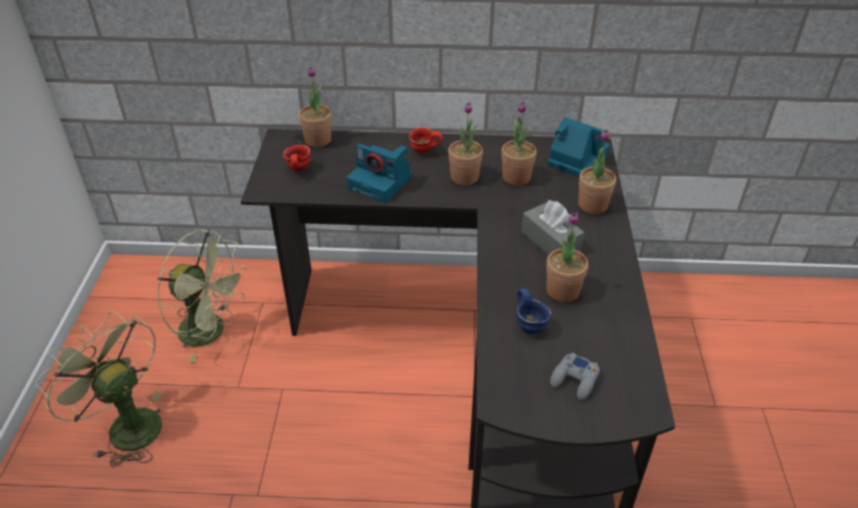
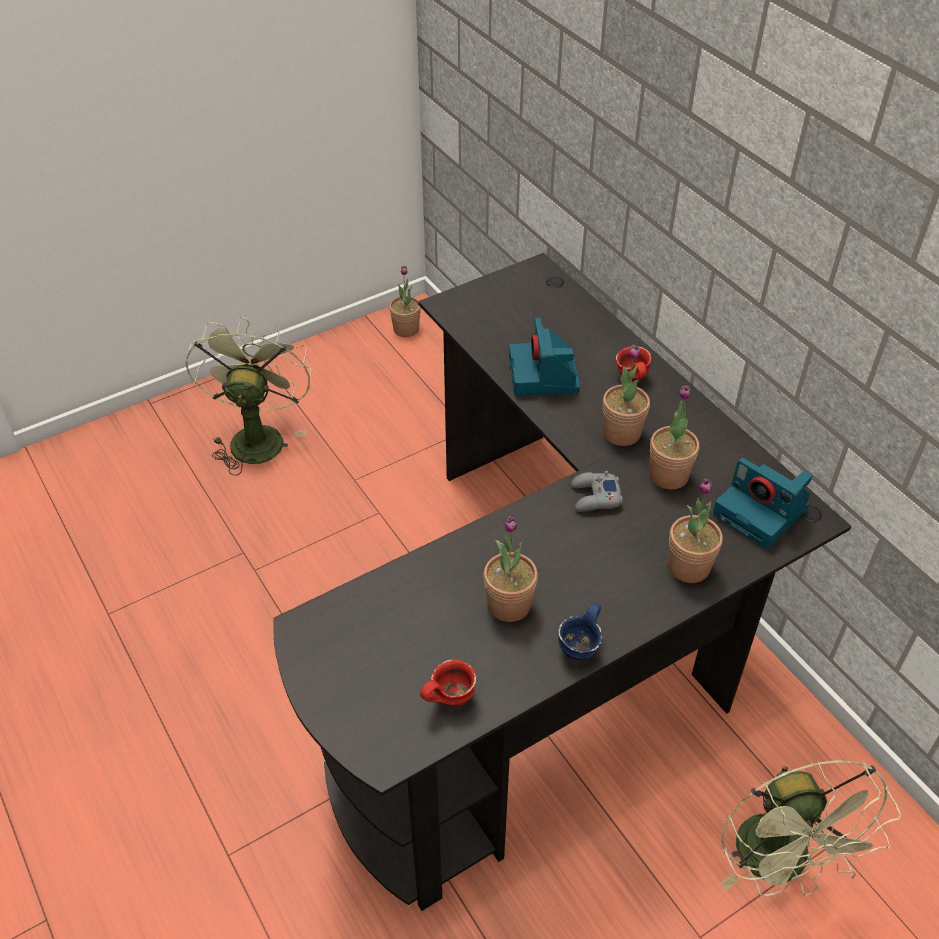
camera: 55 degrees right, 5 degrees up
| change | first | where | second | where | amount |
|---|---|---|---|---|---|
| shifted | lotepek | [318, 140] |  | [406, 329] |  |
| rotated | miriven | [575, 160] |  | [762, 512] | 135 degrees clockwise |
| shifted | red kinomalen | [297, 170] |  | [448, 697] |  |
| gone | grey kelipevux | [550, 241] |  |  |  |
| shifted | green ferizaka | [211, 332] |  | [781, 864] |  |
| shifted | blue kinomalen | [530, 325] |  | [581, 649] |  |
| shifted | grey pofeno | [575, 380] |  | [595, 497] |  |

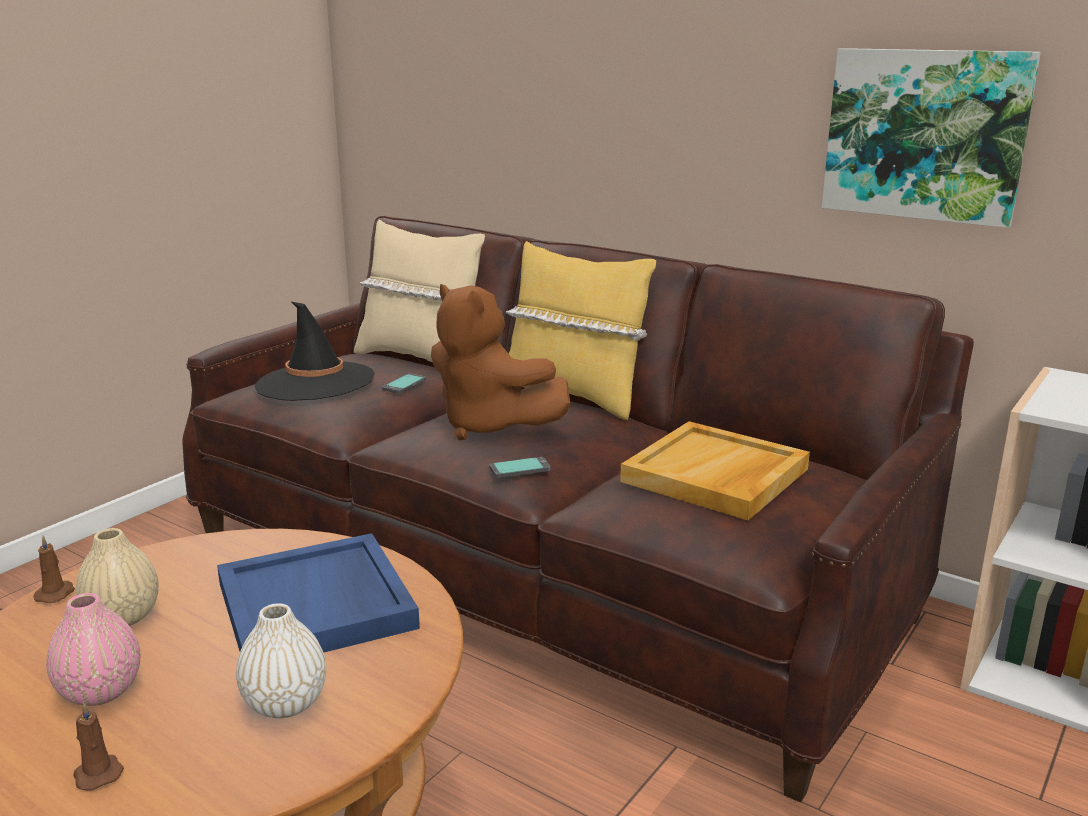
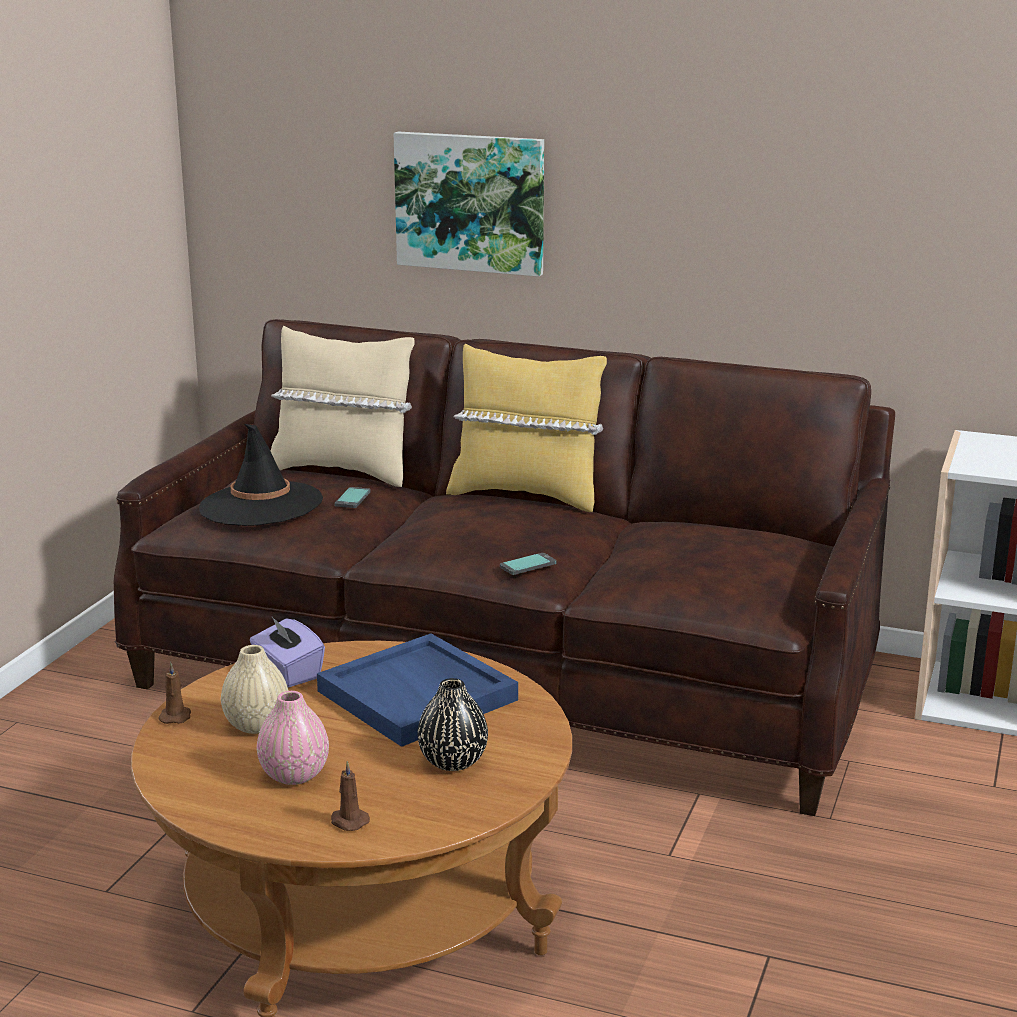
camera: 15 degrees left, 0 degrees up
| change | first | where | second | where | amount |
|---|---|---|---|---|---|
| shifted | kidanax | [925, 135] |  | [471, 202] |  |
| gone | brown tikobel | [489, 426] |  |  |  |
| gone | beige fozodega | [716, 476] |  |  |  |
| repainted | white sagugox | [285, 703] | black sagugox | [453, 761] |  |
| new |  |  | purple kelipevux | [287, 673] |  |

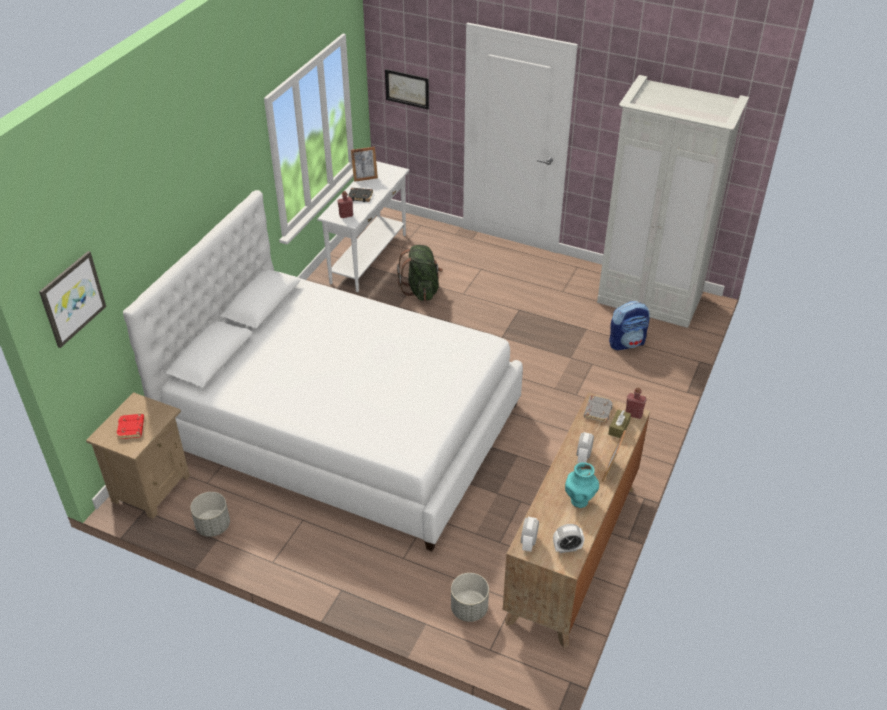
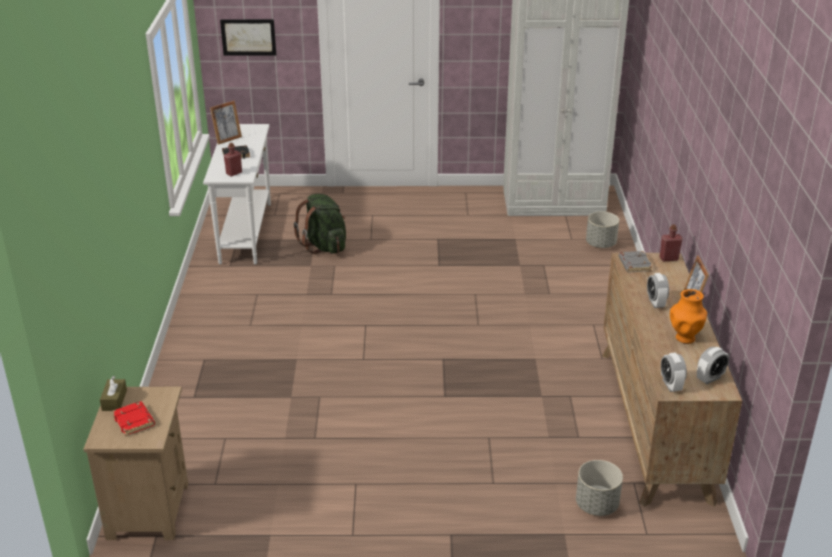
camera: 25 degrees left, 10 degrees down
| change | first | where | second | where | amount |
|---|---|---|---|---|---|
| gone | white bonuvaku | [342, 426] |  |  |  |
| gone | kidanax | [72, 298] |  |  |  |
| gone | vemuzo | [627, 343] |  |  |  |
| shifted | brown kelipevux | [619, 428] |  | [114, 400] |  |
| repainted | turquoise sagugox | [579, 500] | orange sagugox | [685, 338] |  |
| shifted | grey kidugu | [213, 526] |  | [600, 244] |  |

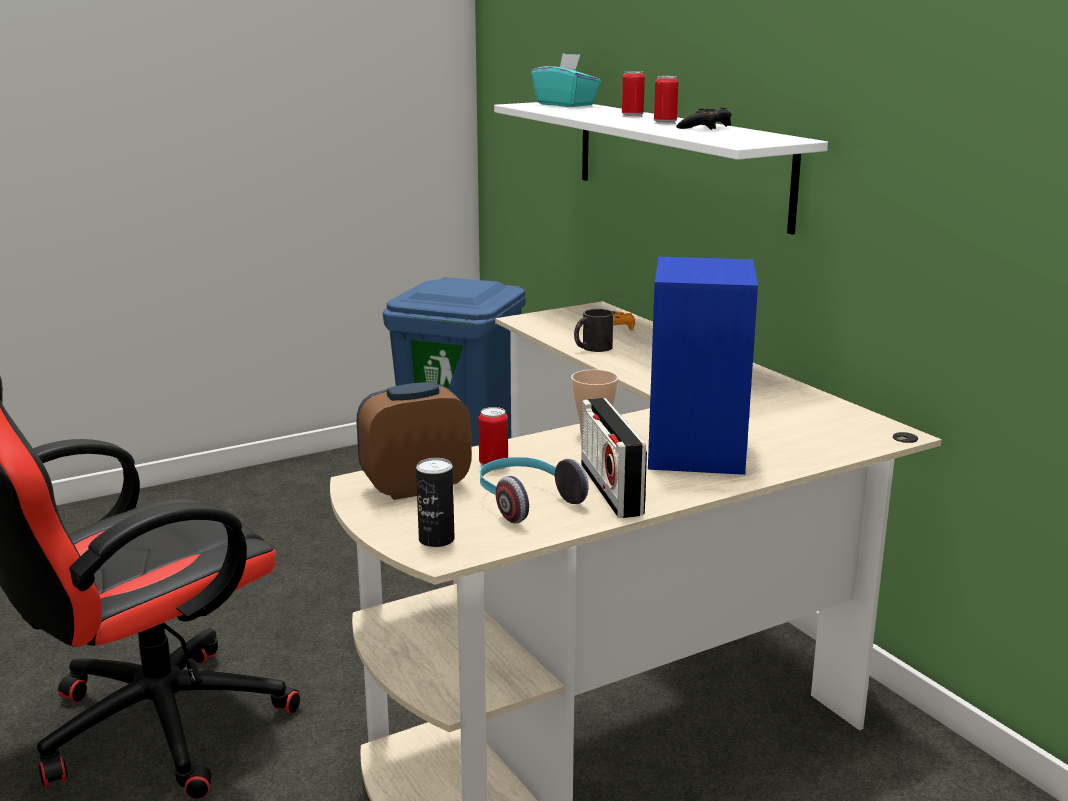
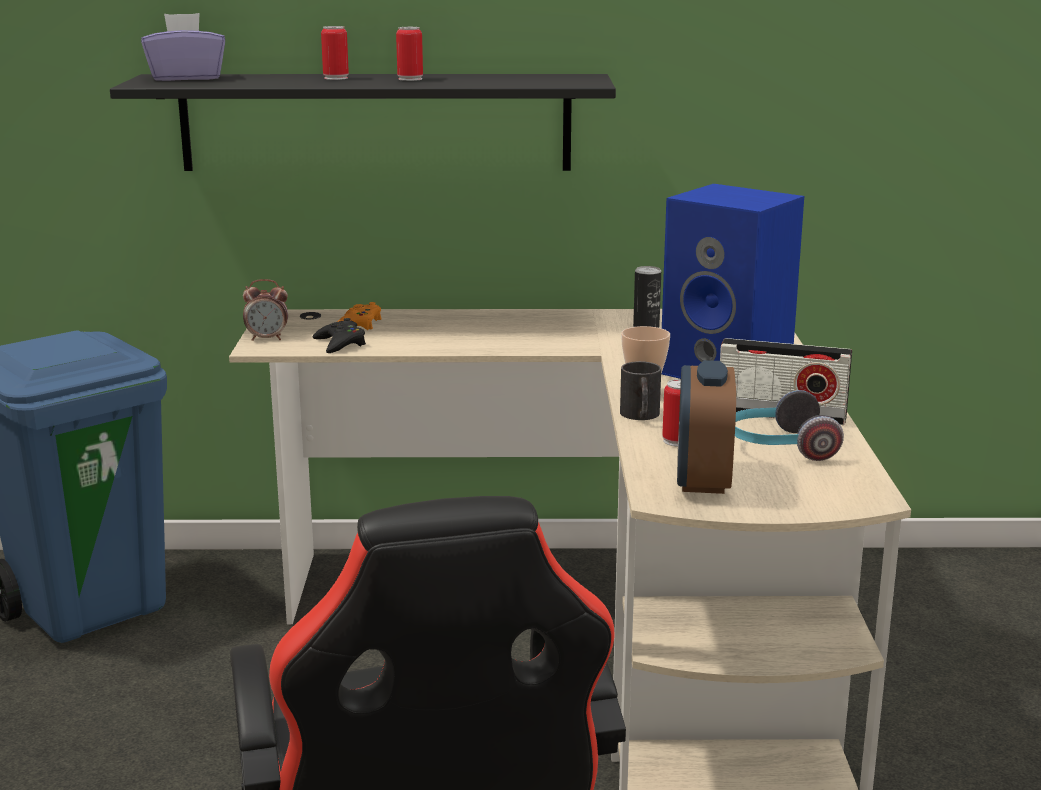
camera: 60 degrees left, 0 degrees up
| change | first | where | second | where | amount |
|---|---|---|---|---|---|
| repainted | turquoise kelipevux | [566, 104] | purple kelipevux | [186, 78] |  |
| repainted | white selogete | [678, 161] | black selogete | [376, 122] |  |
| shifted | black pofeno | [705, 127] |  | [340, 343] |  |
| shifted | black kinomalen | [592, 348] |  | [640, 416] |  |
| shifted | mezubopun | [436, 540] |  | [646, 327] |  |
| new |  |  | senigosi | [267, 338] |  |

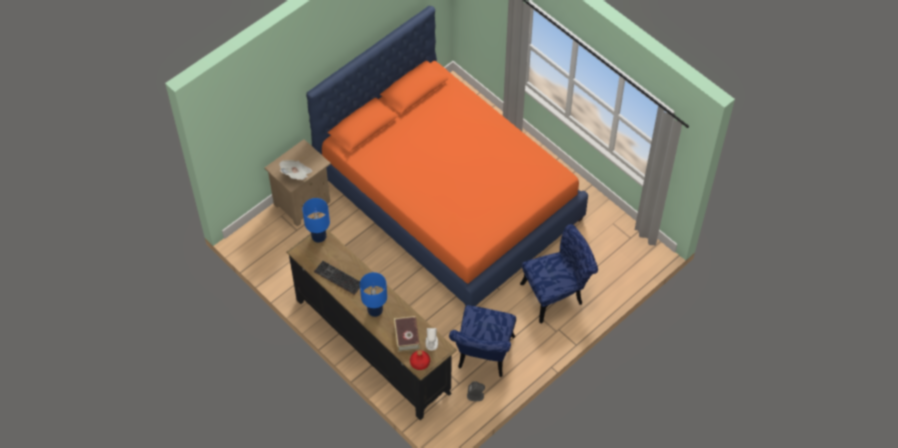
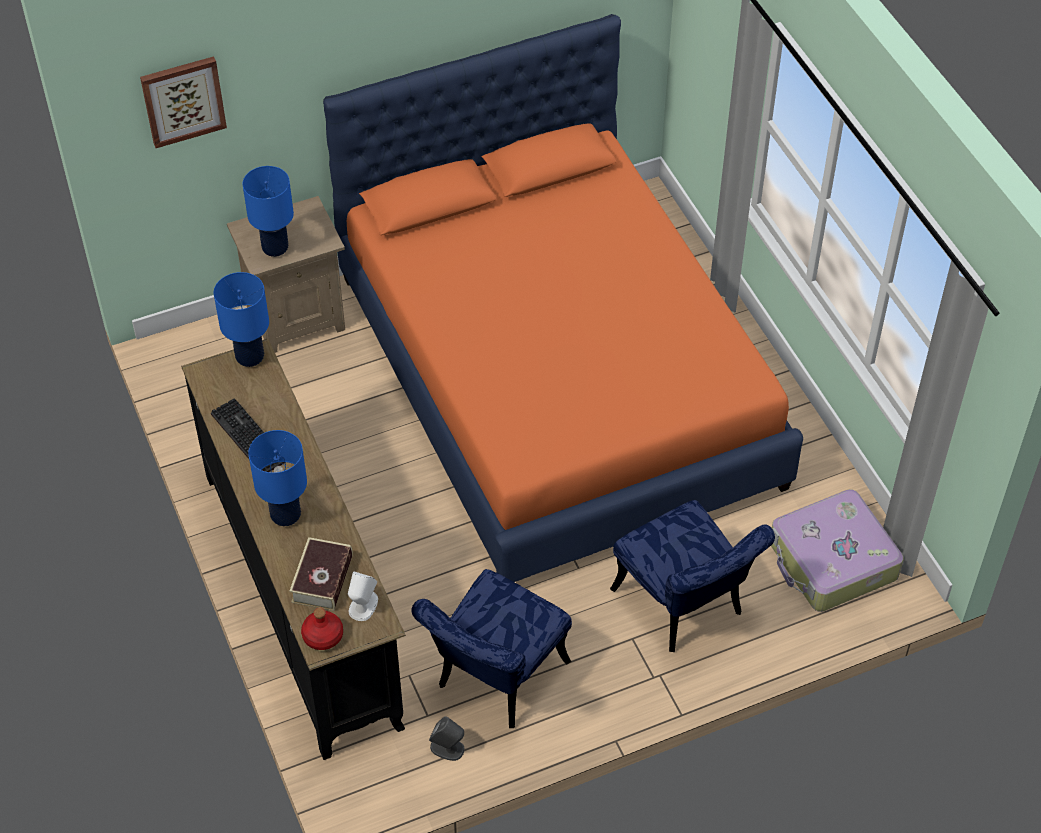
camera: 20 degrees right, 5 degrees down
| change | first | where | second | where | amount |
|---|---|---|---|---|---|
| swapped | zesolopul | [296, 174] | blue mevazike | [276, 249] |  |
| rotated | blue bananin | [557, 293] |  | [684, 608] | 60 degrees clockwise |
| new |  |  | kidanax | [183, 100] |  |
| new |  |  | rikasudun | [832, 562] |  |

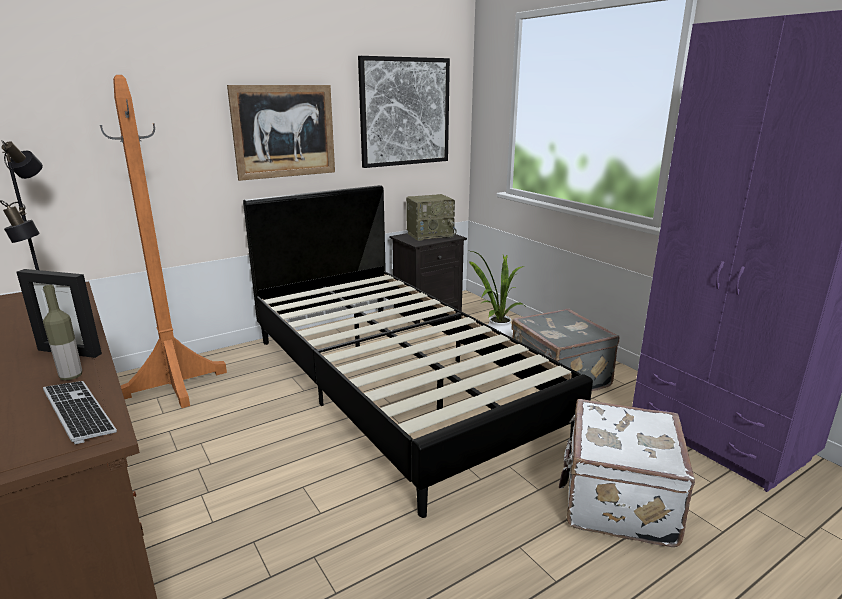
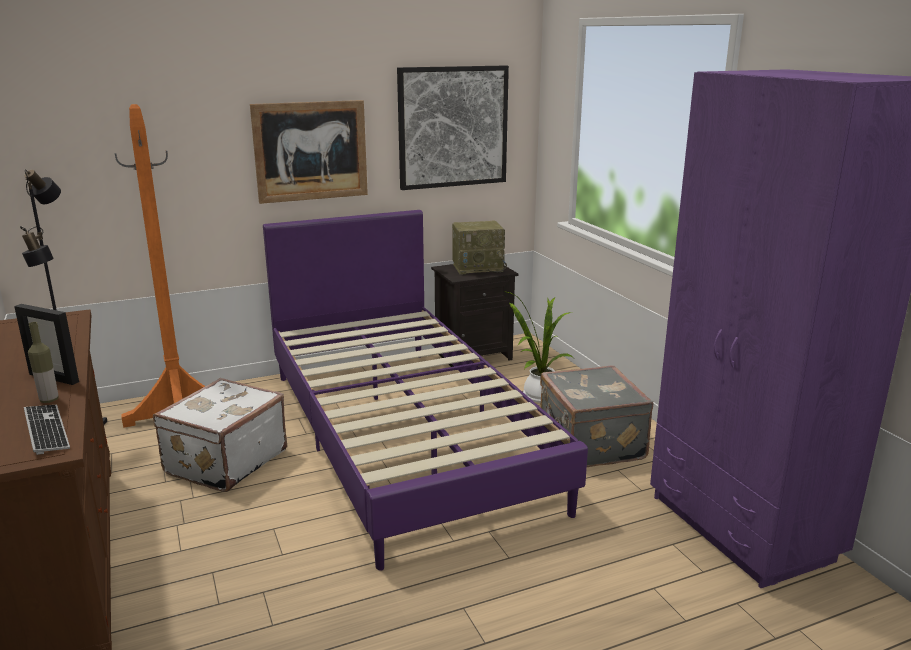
camera: 10 degrees right, 0 degrees up
| change | first | where | second | where | amount |
|---|---|---|---|---|---|
| repainted | black bonuvaku | [395, 384] | purple bonuvaku | [403, 435] |  |
| shifted | white rikasudun | [616, 500] |  | [224, 461] |  |

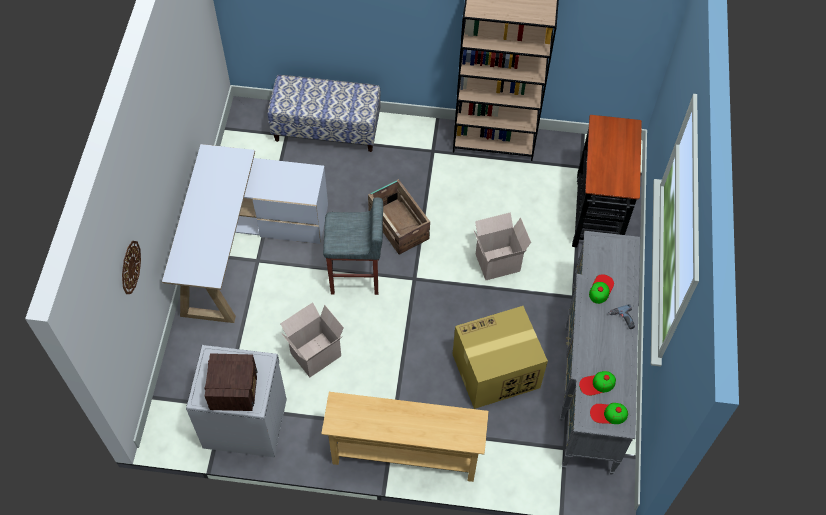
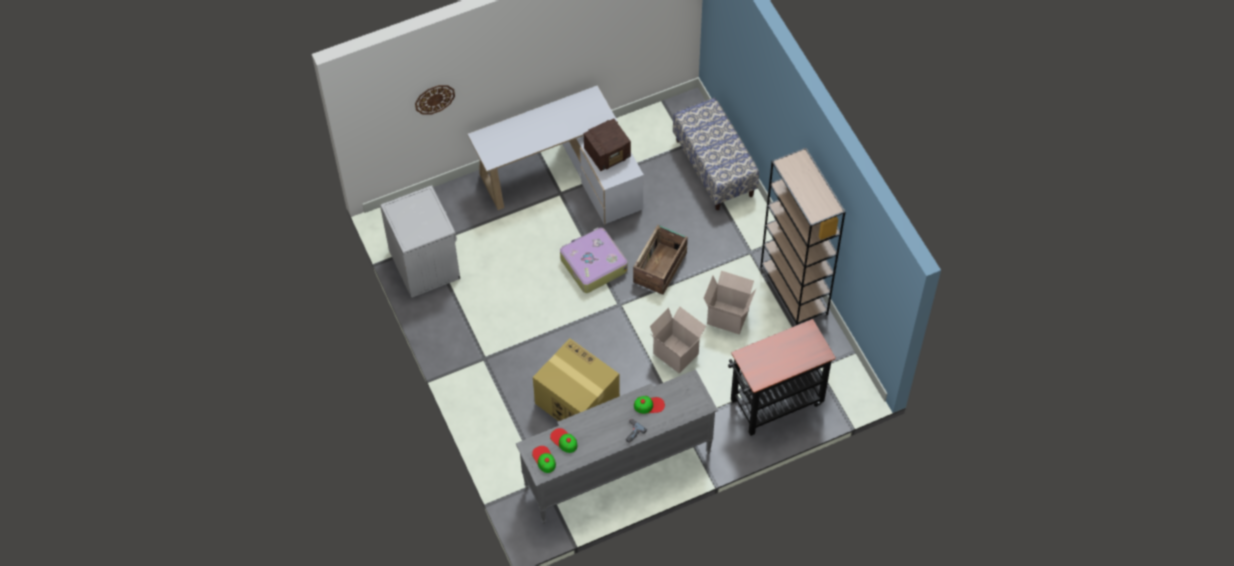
camera: 60 degrees right, 0 degrees up
| change | first | where | second | where | amount |
|---|---|---|---|---|---|
| swapped | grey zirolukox | [356, 276] | rikasudun | [593, 265] |  |
| shifted | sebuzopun | [315, 353] |  | [729, 316] |  |
| shifted | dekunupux | [234, 389] |  | [608, 153] |  |
| gone | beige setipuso | [404, 456] |  |  |  |

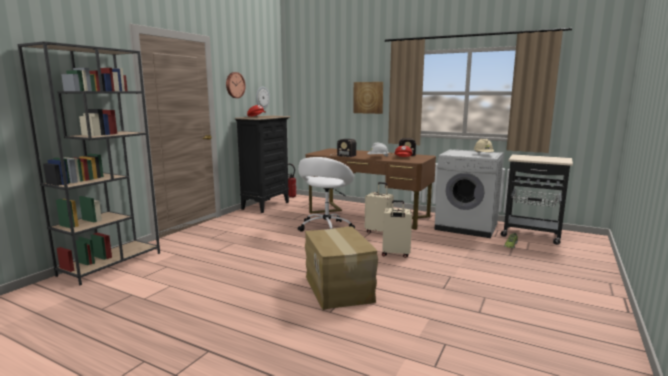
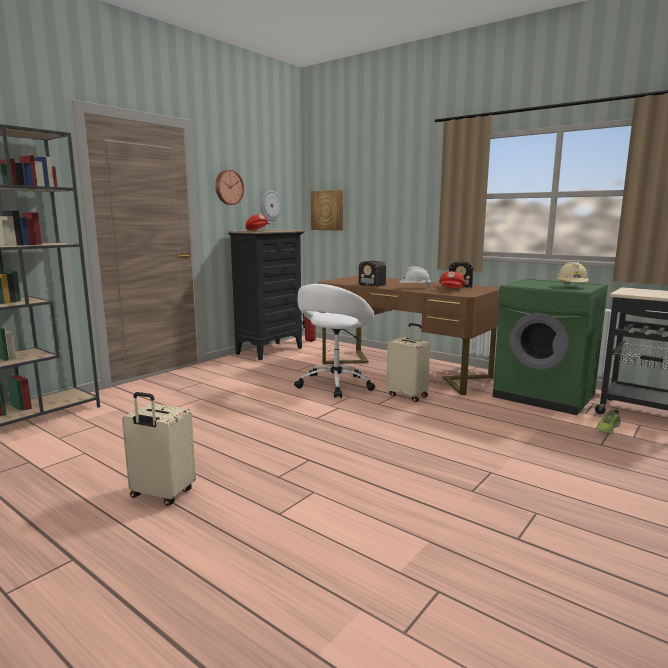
camera: 10 degrees right, 0 degrees up
| change | first | where | second | where | amount |
|---|---|---|---|---|---|
| shifted | kidanax | [368, 97] |  | [327, 210] |  |
| repainted | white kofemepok | [466, 227] | green kofemepok | [543, 397] |  |
| shifted | beige rikasudun | [395, 254] |  | [161, 494] |  |
| gone | sebuzopun | [339, 288] |  |  |  |

